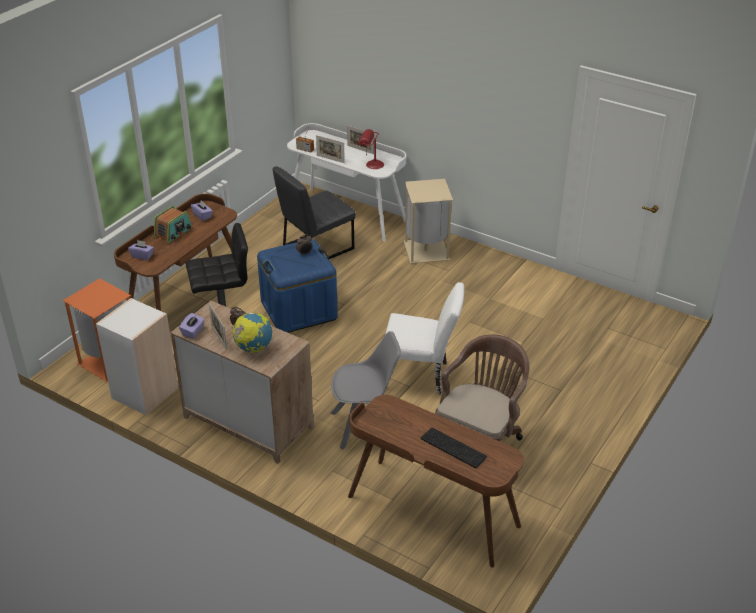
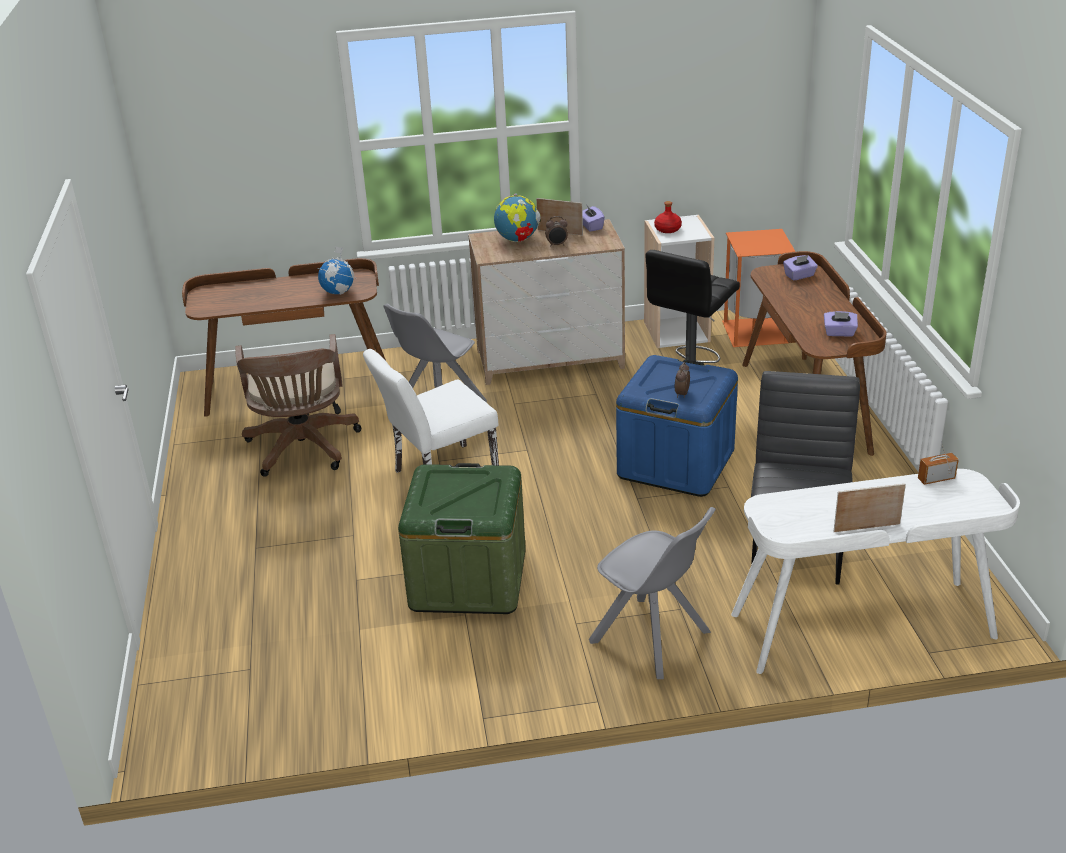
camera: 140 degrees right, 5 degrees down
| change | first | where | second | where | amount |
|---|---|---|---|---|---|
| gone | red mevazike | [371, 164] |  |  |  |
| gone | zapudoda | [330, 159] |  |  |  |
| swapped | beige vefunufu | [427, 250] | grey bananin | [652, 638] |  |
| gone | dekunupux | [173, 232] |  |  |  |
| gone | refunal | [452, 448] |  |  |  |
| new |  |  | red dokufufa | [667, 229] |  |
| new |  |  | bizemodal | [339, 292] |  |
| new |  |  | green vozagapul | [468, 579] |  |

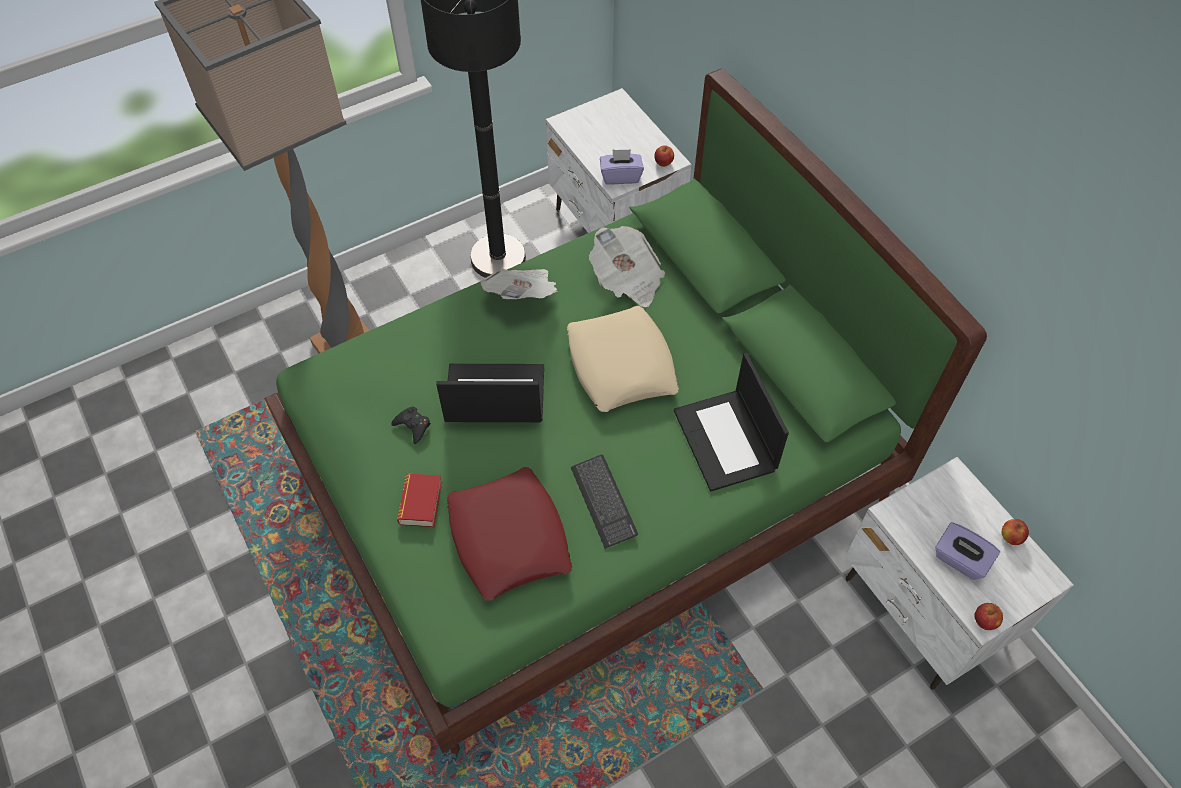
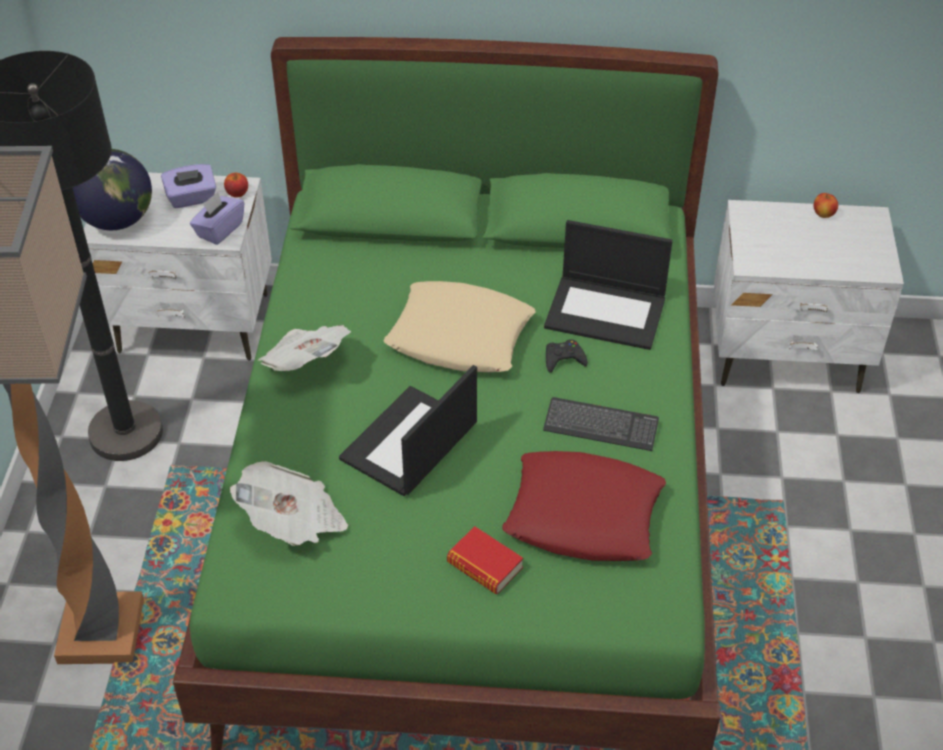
camera: 55 degrees left, 10 degrees down
| change | first | where | second | where | amount |
|---|---|---|---|---|---|
| shifted | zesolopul | [627, 280] |  | [293, 522] |  |
| shifted | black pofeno | [413, 426] |  | [563, 359] |  |
| shifted | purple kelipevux | [960, 560] |  | [192, 198] |  |
| gone | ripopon | [984, 621] |  |  |  |
| new |  |  | bizemodal | [118, 220] |  |

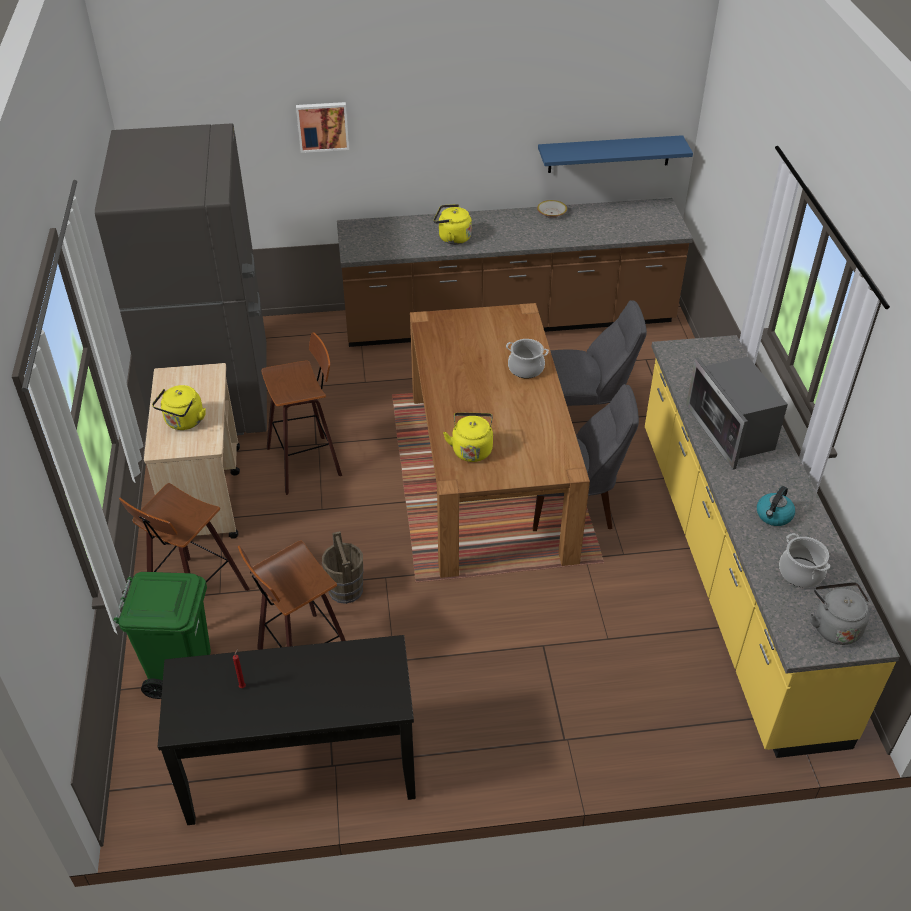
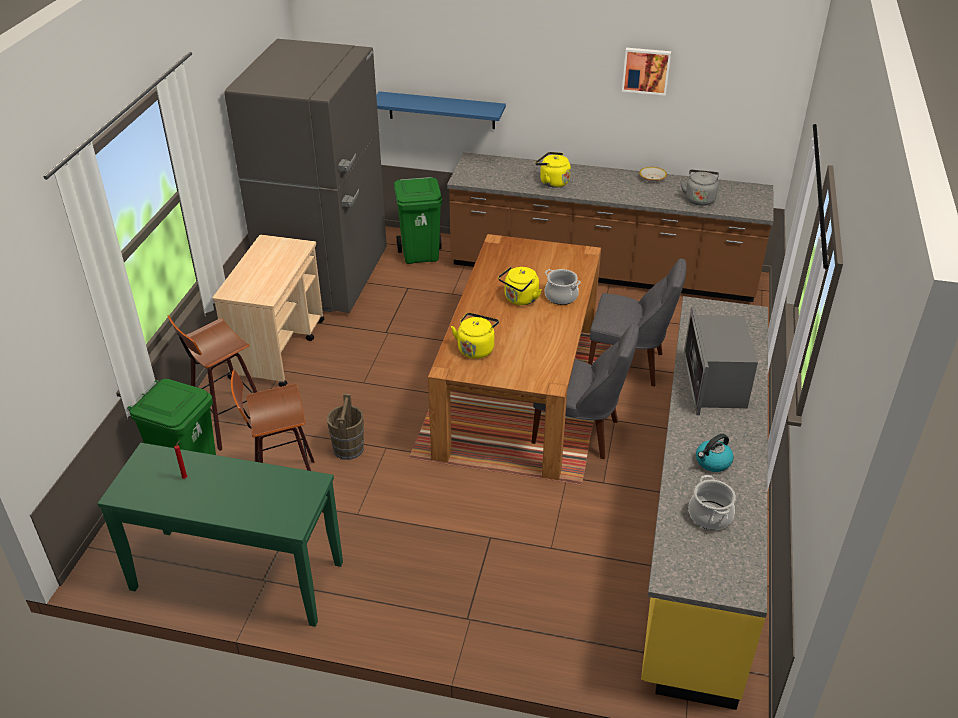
camera: 20 degrees right, 5 degrees down
| change | first | where | second | where | amount |
|---|---|---|---|---|---|
| shifted | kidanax | [322, 126] |  | [646, 70] |  |
| shifted | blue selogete | [609, 154] |  | [441, 110] |  |
| gone | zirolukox | [307, 462] |  |  |  |
| shifted | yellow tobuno | [183, 422] |  | [520, 299] |  |
| shifted | grey tobuno | [834, 626] |  | [699, 199] |  |
| repainted | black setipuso | [301, 770] | green setipuso | [237, 576] |  |
| new |  |  | green vefunufu | [421, 255] |  |

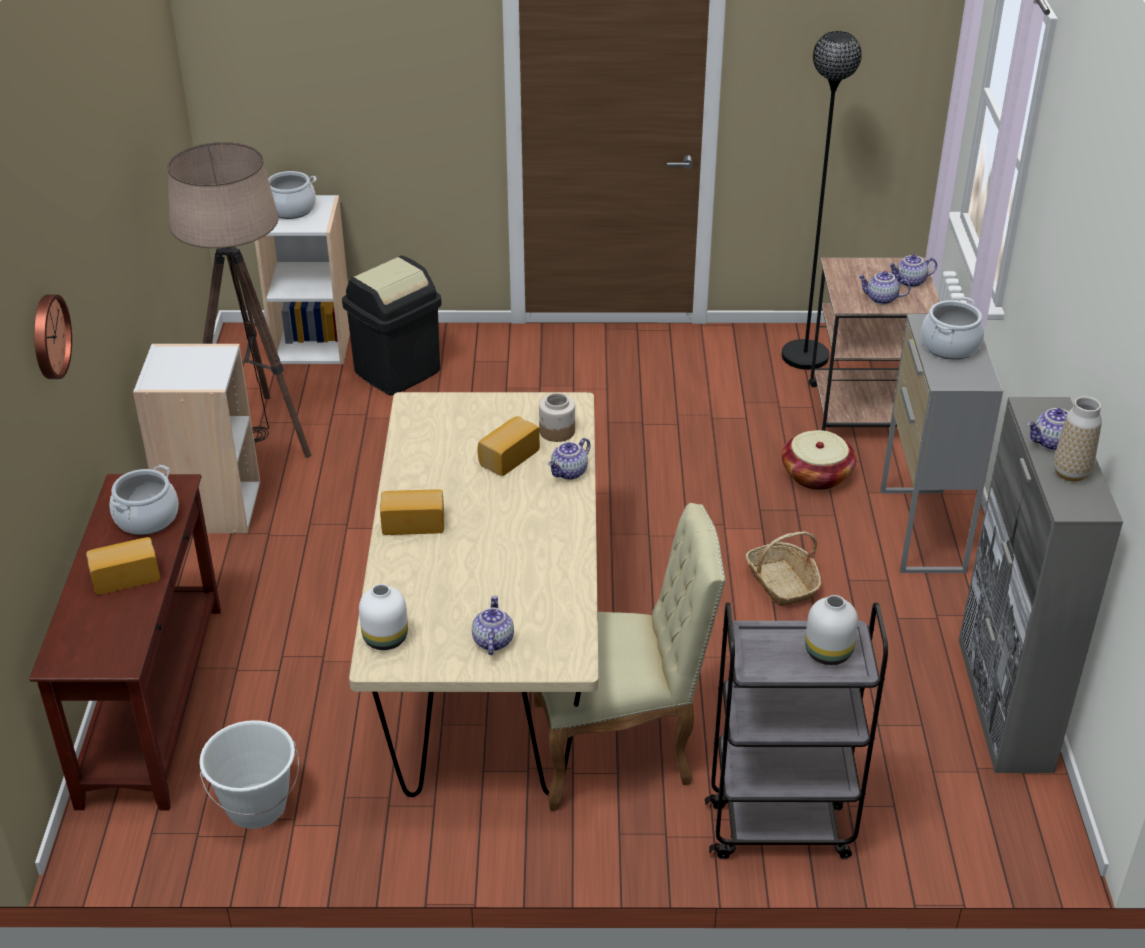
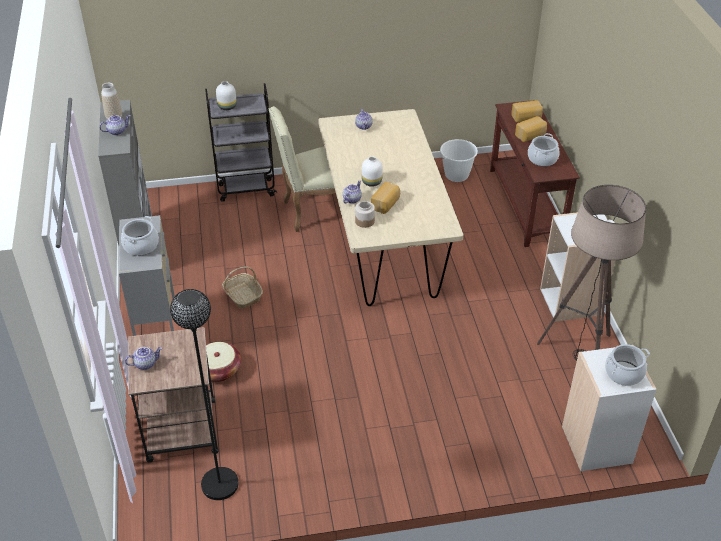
camera: 170 degrees right, 5 degrees up
| change | first | where | second | where | amount |
|---|---|---|---|---|---|
| gone | black vefunufu | [397, 371] |  |  |  |
| gone | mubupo | [881, 299] |  |  |  |
| gone | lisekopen | [48, 336] |  |  |  |
| shifted | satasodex | [413, 522] |  | [526, 118] |  |
| shifted | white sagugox | [386, 638] |  | [372, 182] |  |

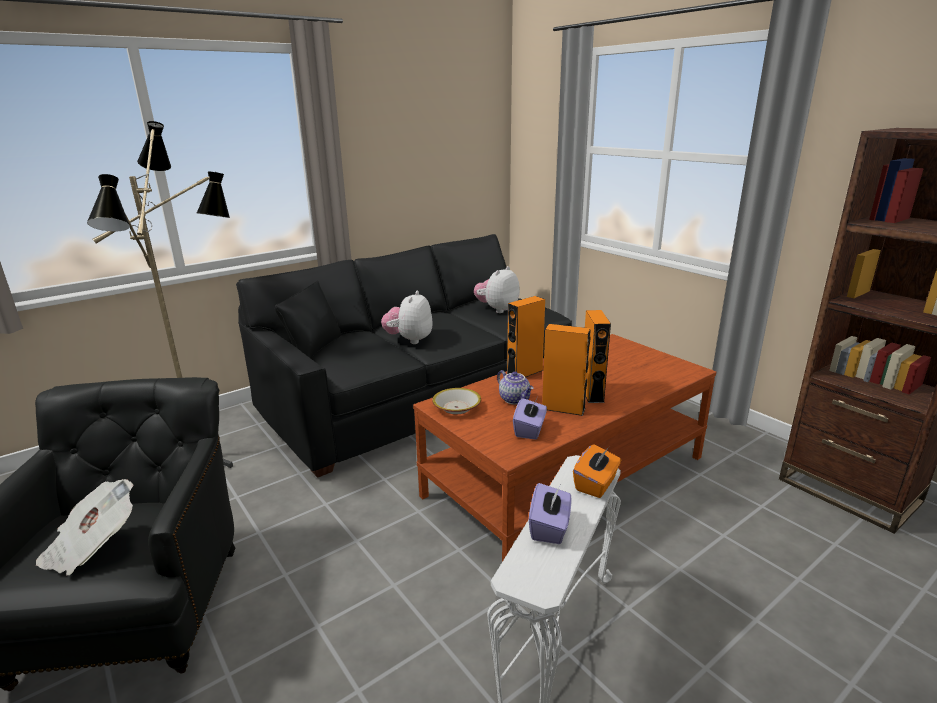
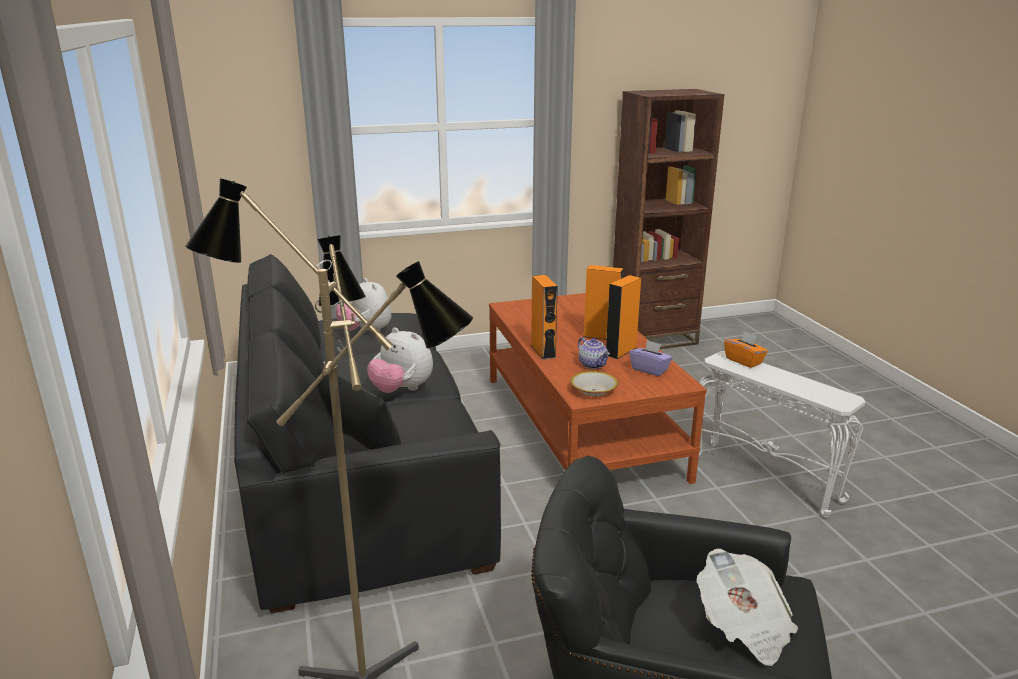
camera: 70 degrees left, 0 degrees up
| change | first | where | second | where | amount |
|---|---|---|---|---|---|
| rotated | mubupo | [515, 399] |  | [593, 365] | 75 degrees clockwise |
| gone | purple kelipevux | [549, 527] |  |  |  |

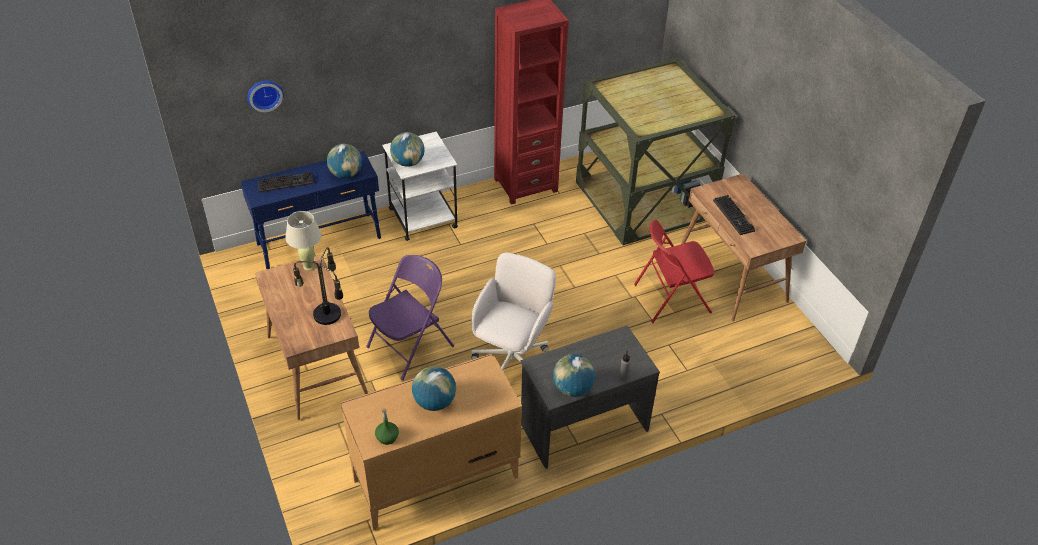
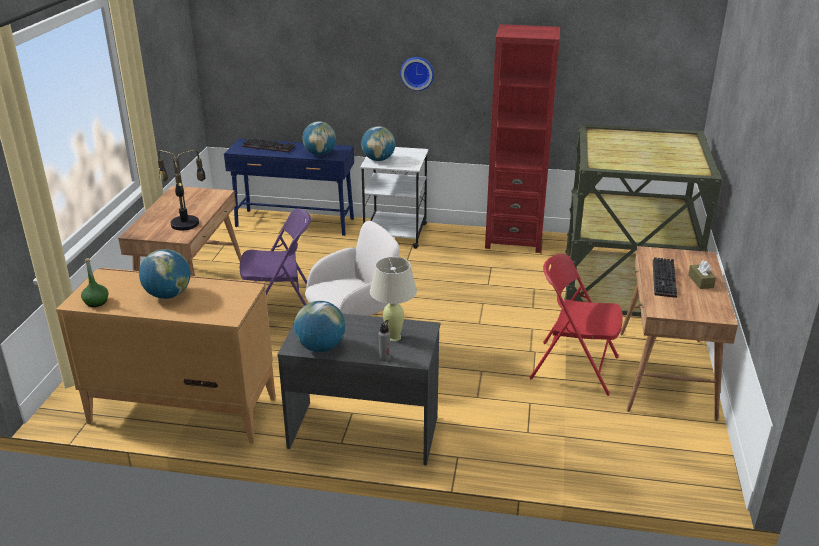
camera: 35 degrees right, 15 degrees down
| change | first | where | second | where | amount |
|---|---|---|---|---|---|
| shifted | lisekopen | [264, 94] |  | [417, 73] |  |
| shifted | beige mevazike | [308, 266] |  | [393, 337] |  |
| new |  |  | brown kelipevux | [700, 281] |  |

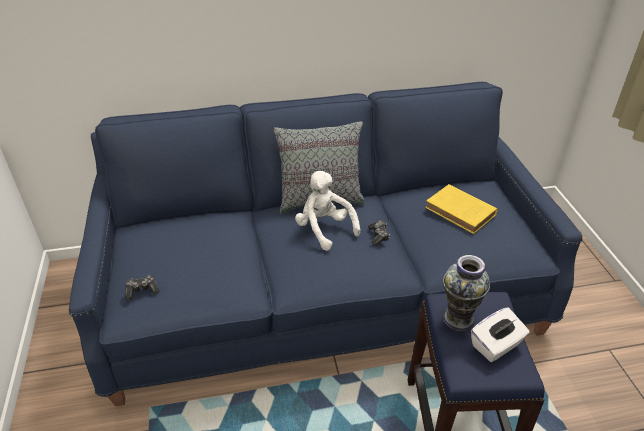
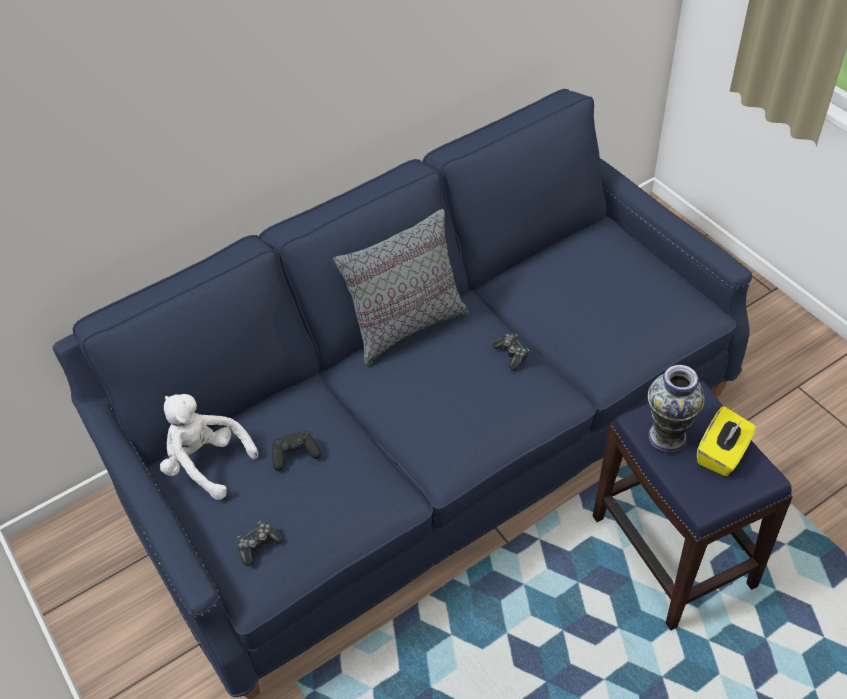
camera: 20 degrees left, 10 degrees up
| change | first | where | second | where | amount |
|---|---|---|---|---|---|
| shifted | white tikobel | [324, 229] |  | [206, 463] |  |
| gone | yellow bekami | [461, 212] |  |  |  |
| repainted | white kelipevux | [496, 345] | yellow kelipevux | [722, 454] |  |
| new |  |  | black pofeno | [295, 454] |  |

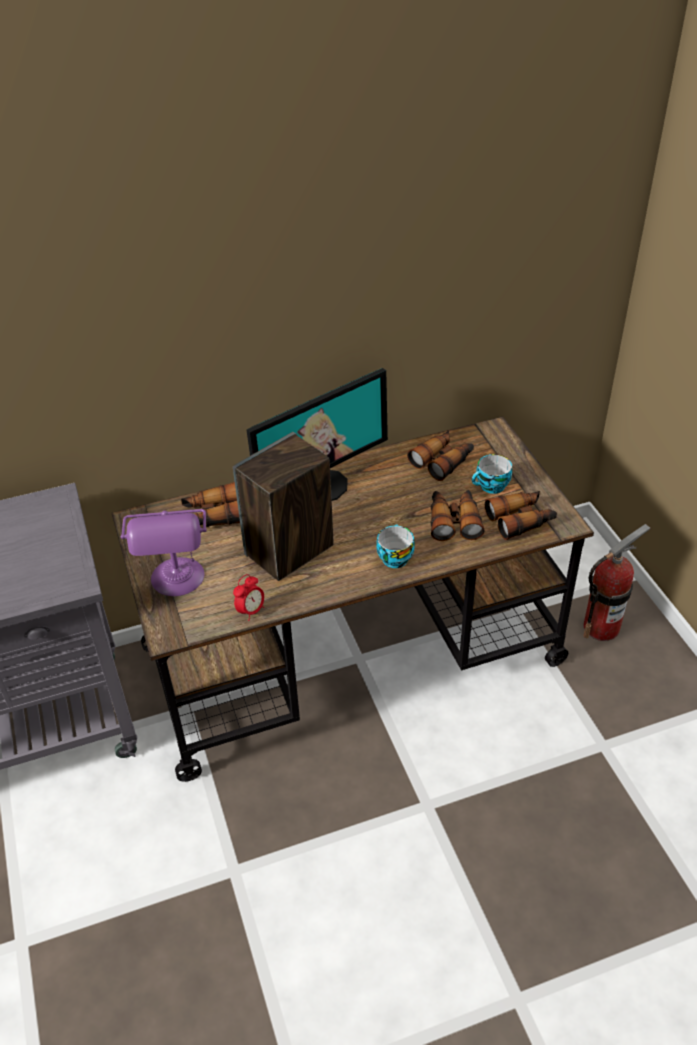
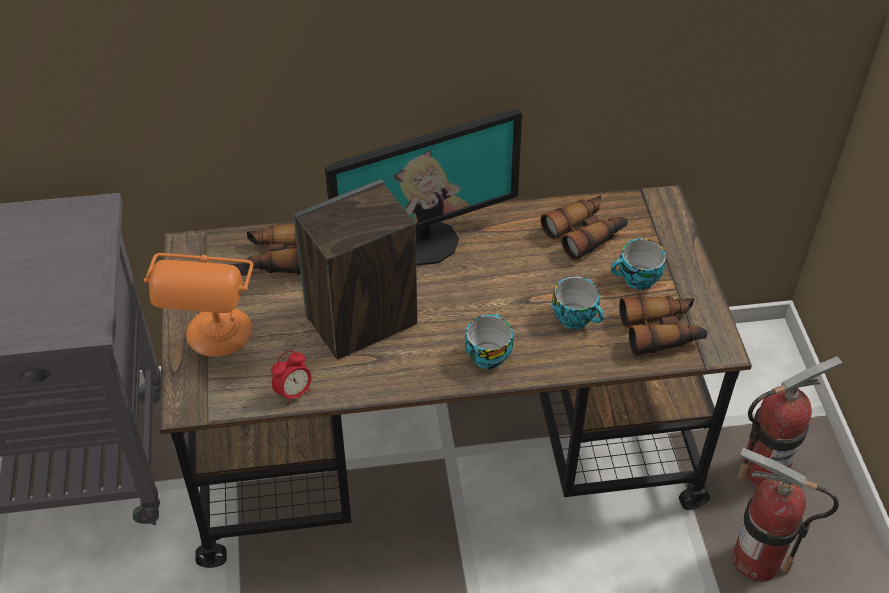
camera: 10 degrees right, 5 degrees up
| change | first | where | second | where | amount |
|---|---|---|---|---|---|
| swapped | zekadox | [454, 520] | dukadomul | [576, 317] |  |
| repainted | purple mevazike | [179, 585] | orange mevazike | [217, 342] |  |
| new |  |  | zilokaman | [756, 560] |  |

